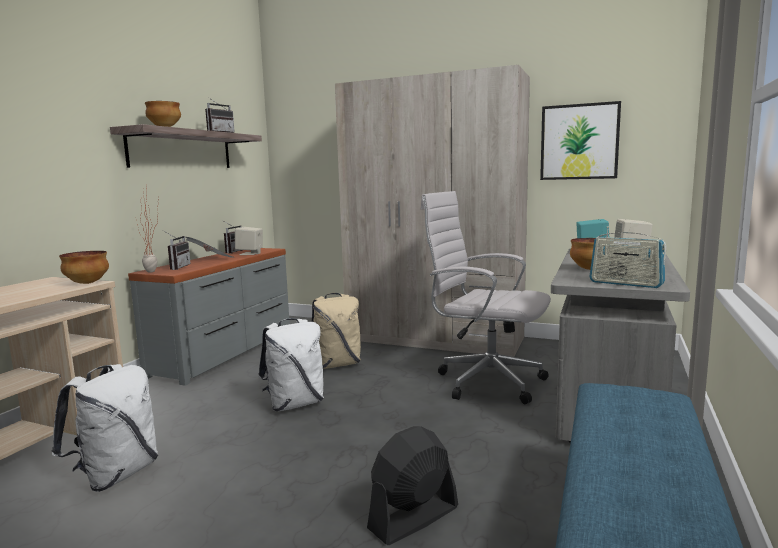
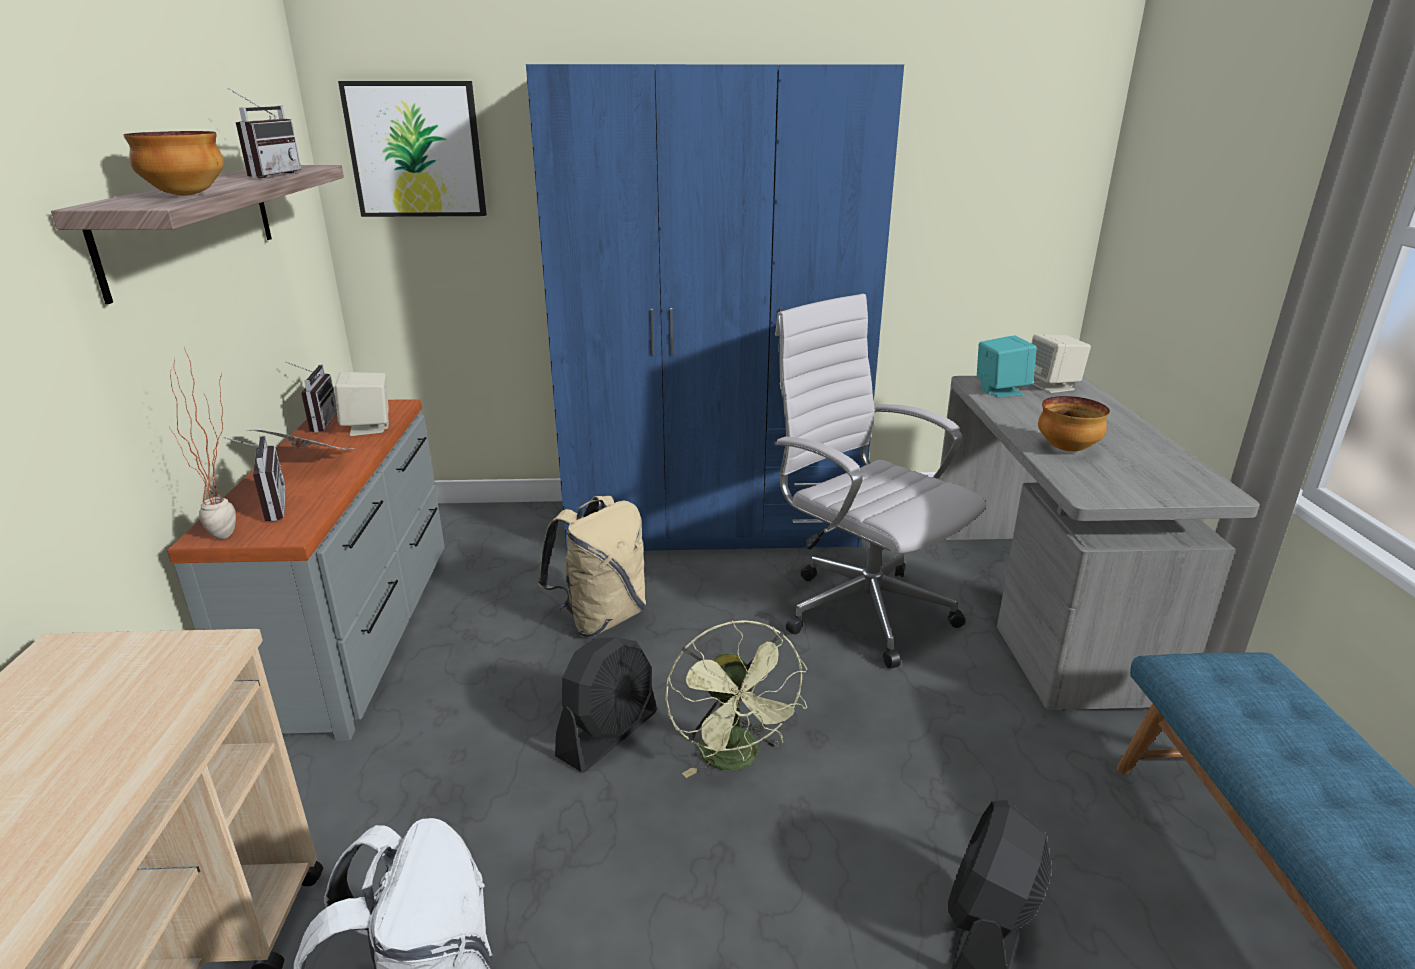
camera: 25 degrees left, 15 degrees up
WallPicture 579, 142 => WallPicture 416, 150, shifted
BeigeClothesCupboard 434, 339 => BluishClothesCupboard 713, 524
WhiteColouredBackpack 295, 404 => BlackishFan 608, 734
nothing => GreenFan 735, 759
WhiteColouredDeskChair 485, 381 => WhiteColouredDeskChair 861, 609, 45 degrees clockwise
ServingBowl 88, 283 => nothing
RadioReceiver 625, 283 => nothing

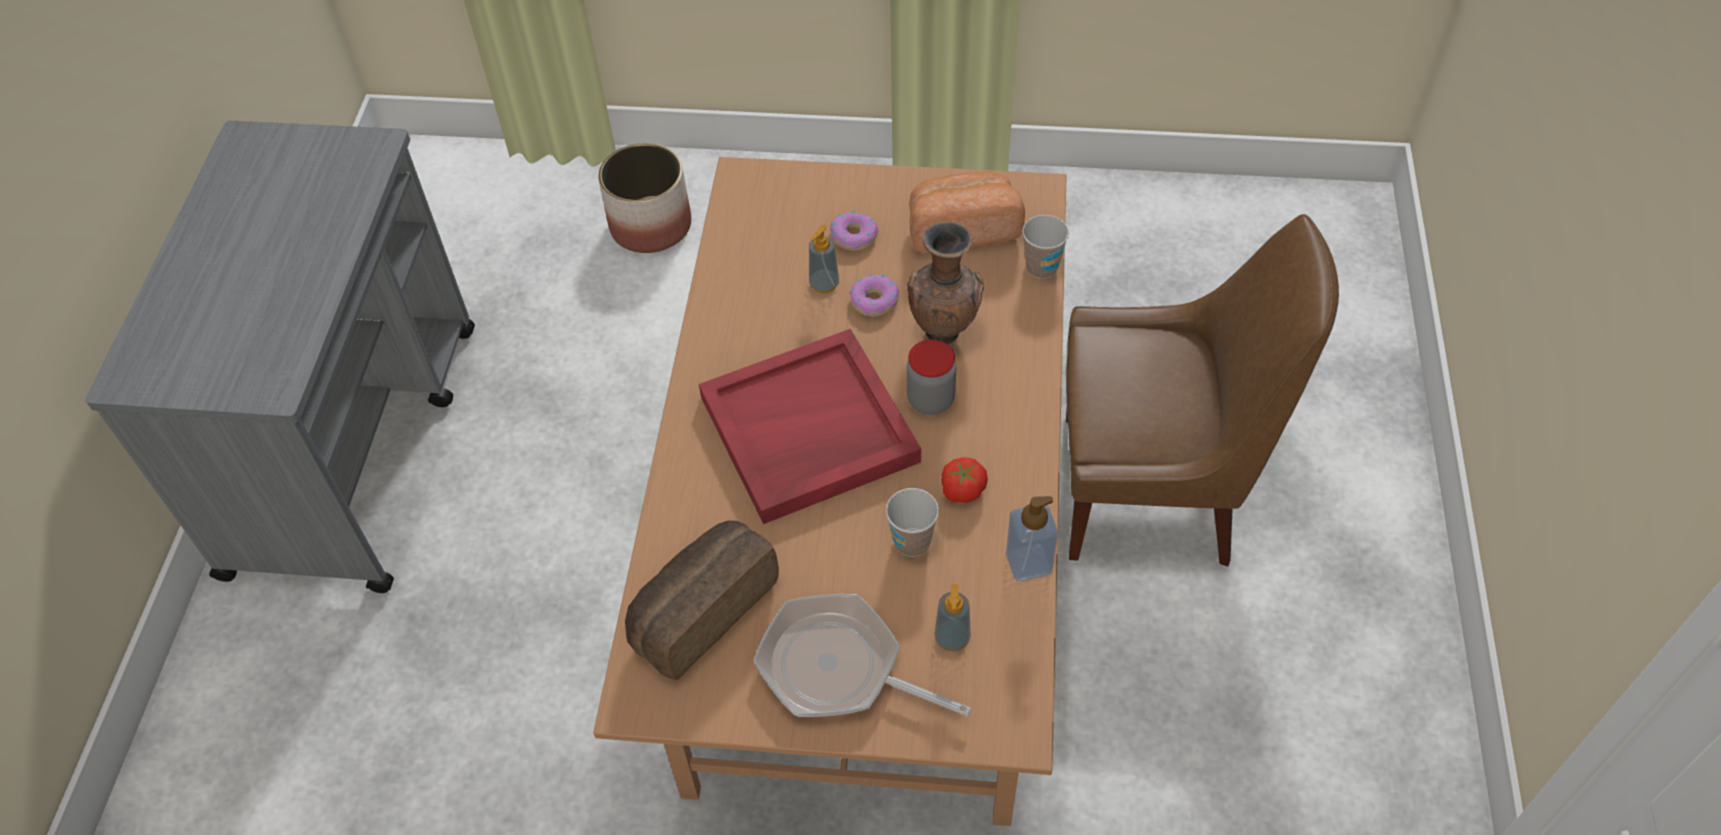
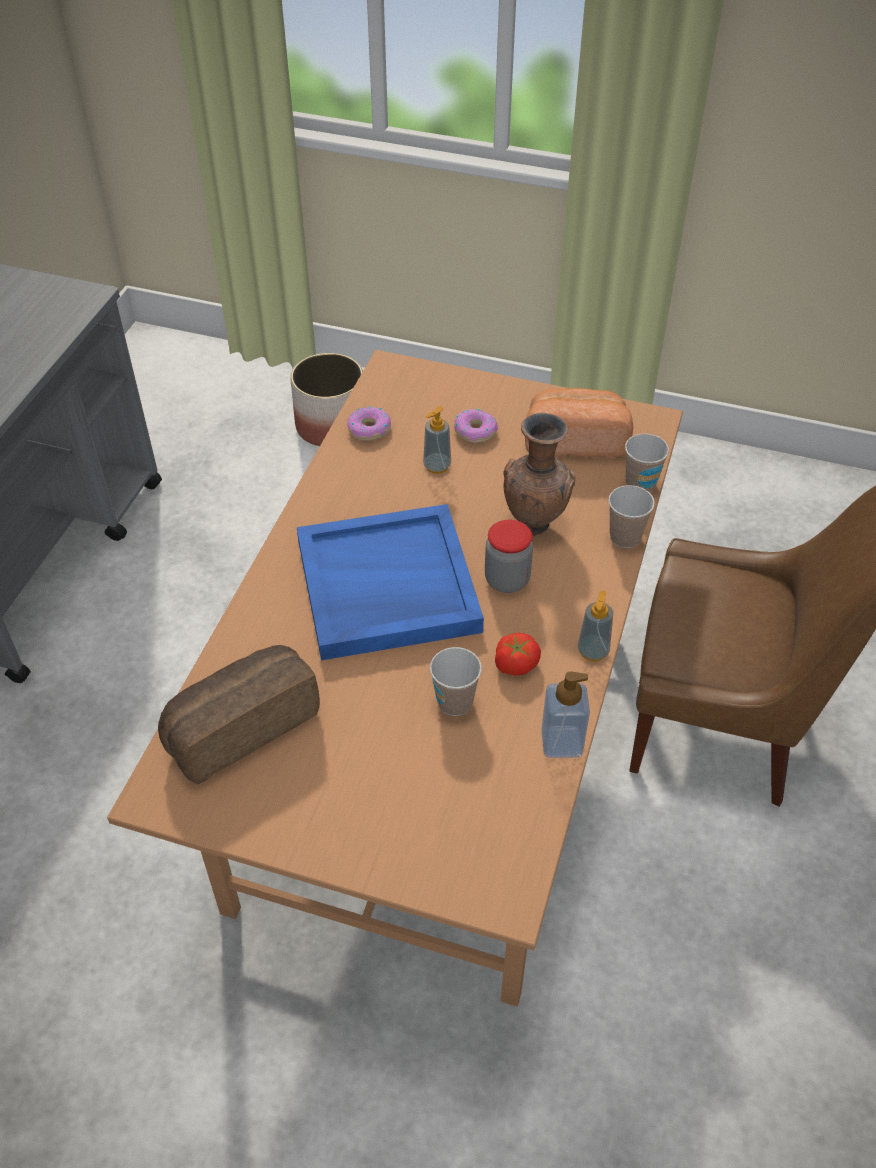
camera: 10 degrees right, 5 degrees down
RedColouredServingTray 808, 431 => BluishServingTray 386, 587
Donut 874, 301 => Donut 369, 429, shifted
SoapDispenser 952, 638 => SoapDispenser 593, 651, shifted
nothing => Cup 625, 537
Pan 839, 669 => nothing

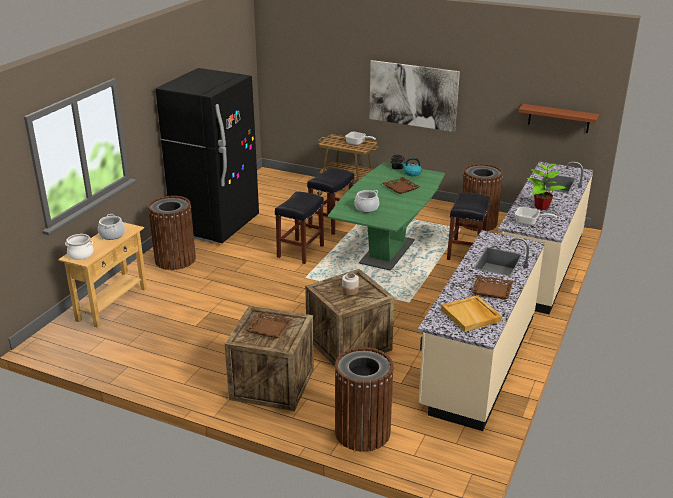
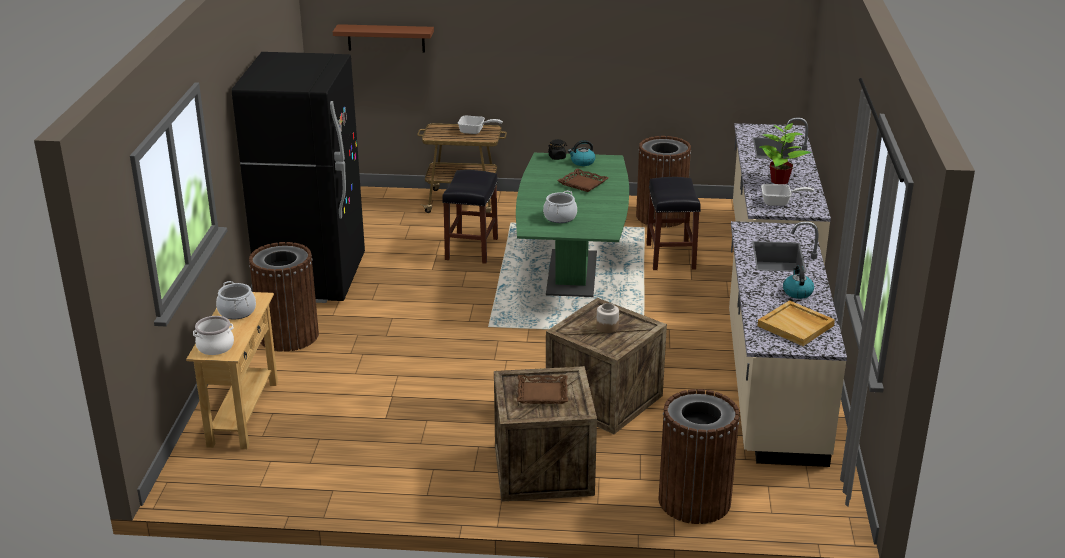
camera: 20 degrees left, 0 degrees up
BrownishBracketShelf 558, 118 => BrownishBracketShelf 386, 38, shifted
BrownishServingTray 492, 290 => WaterKettle 797, 292
BlackishStool 300, 251 => nothing
WallPicture 413, 95 => nothing

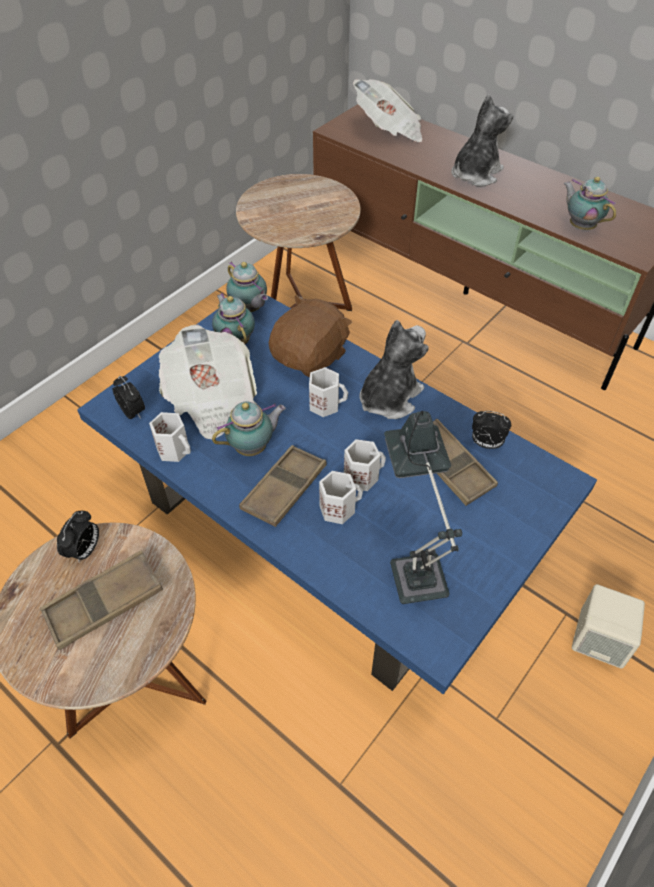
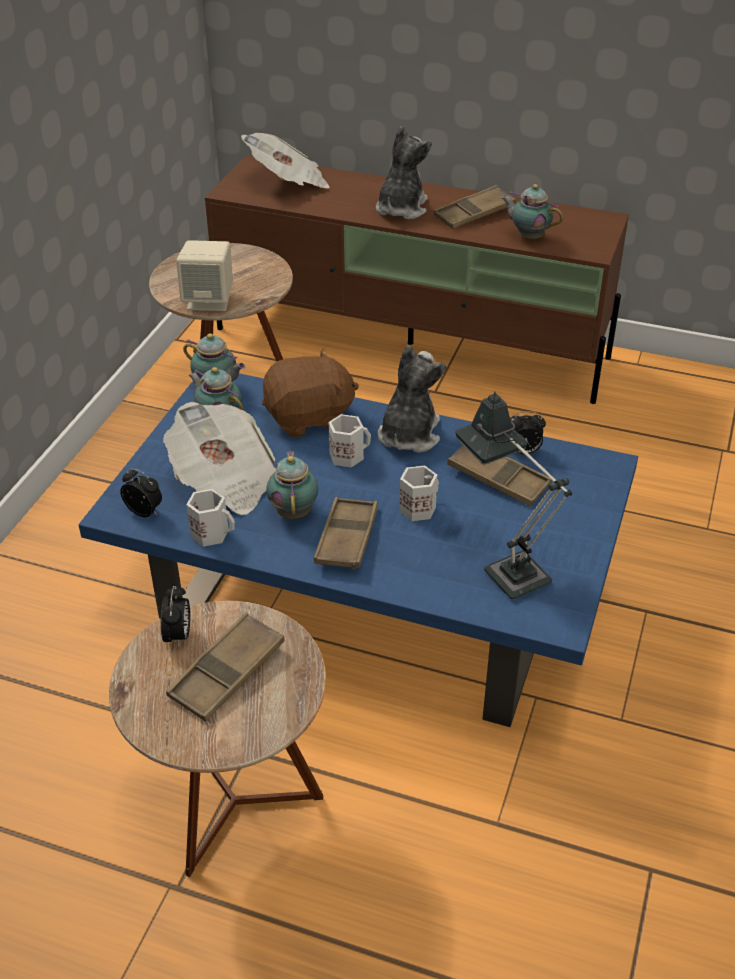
camera: 20 degrees left, 10 degrees down
BeigeLoudspeaker 597, 641 => BeigeLoudspeaker 209, 301, shifted
BrownishPlushToy 311, 358 => BrownishPlushToy 309, 418, 60 degrees clockwise
TeaPot 253, 447 => TeaPot 294, 511, 45 degrees counterclockwise
nothing => BrownishServingTray 474, 213
WhiteColouredMug 338, 508 => nothing

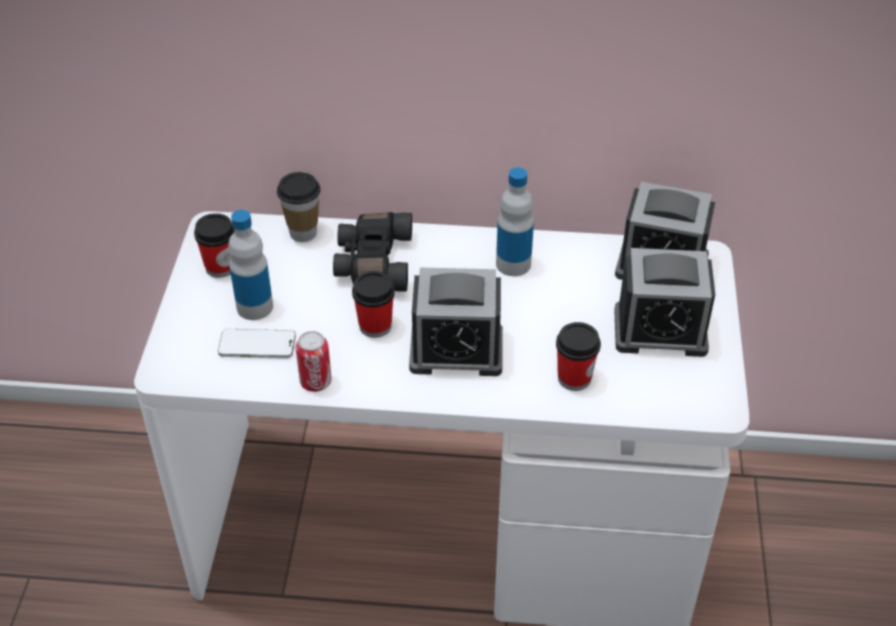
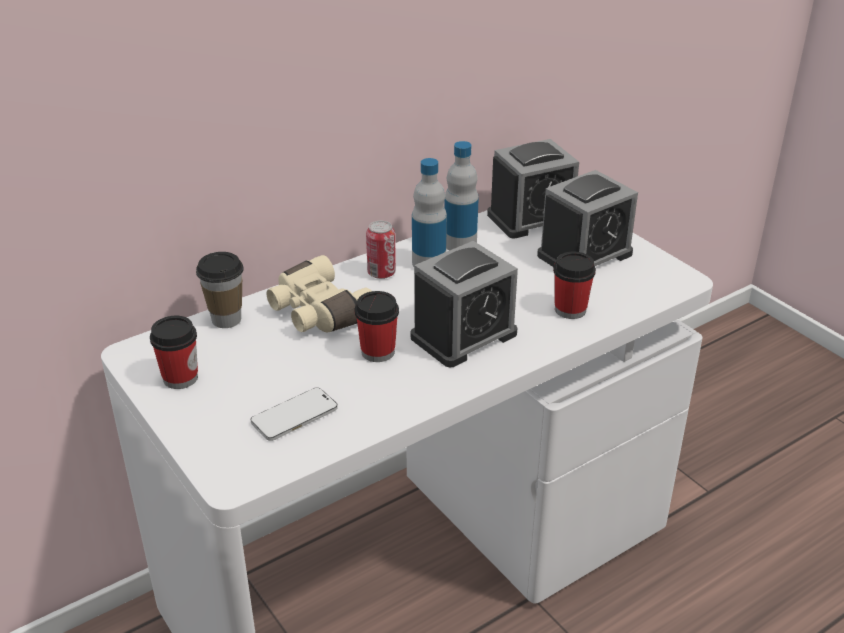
camera: 40 degrees left, 10 degrees down
BlackishFieldGlasses 372, 263 => BeigeFieldGlasses 317, 312
SealedCan 316, 382 => SealedCan 381, 273, shifted
BeverageBottle 255, 307 => BeverageBottle 460, 244, shifted

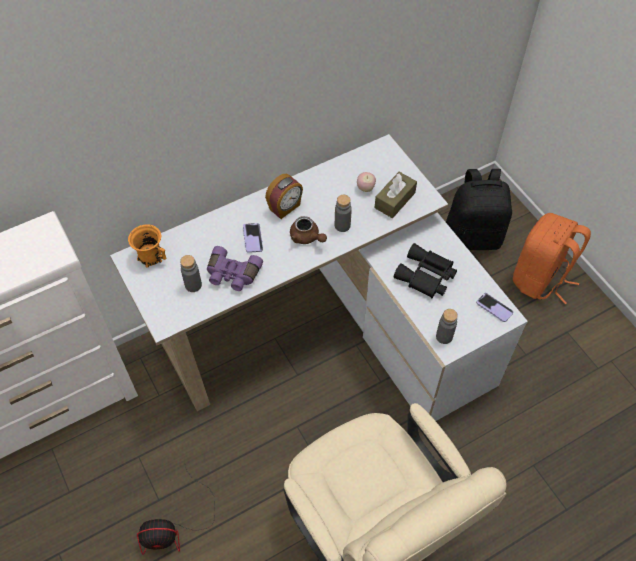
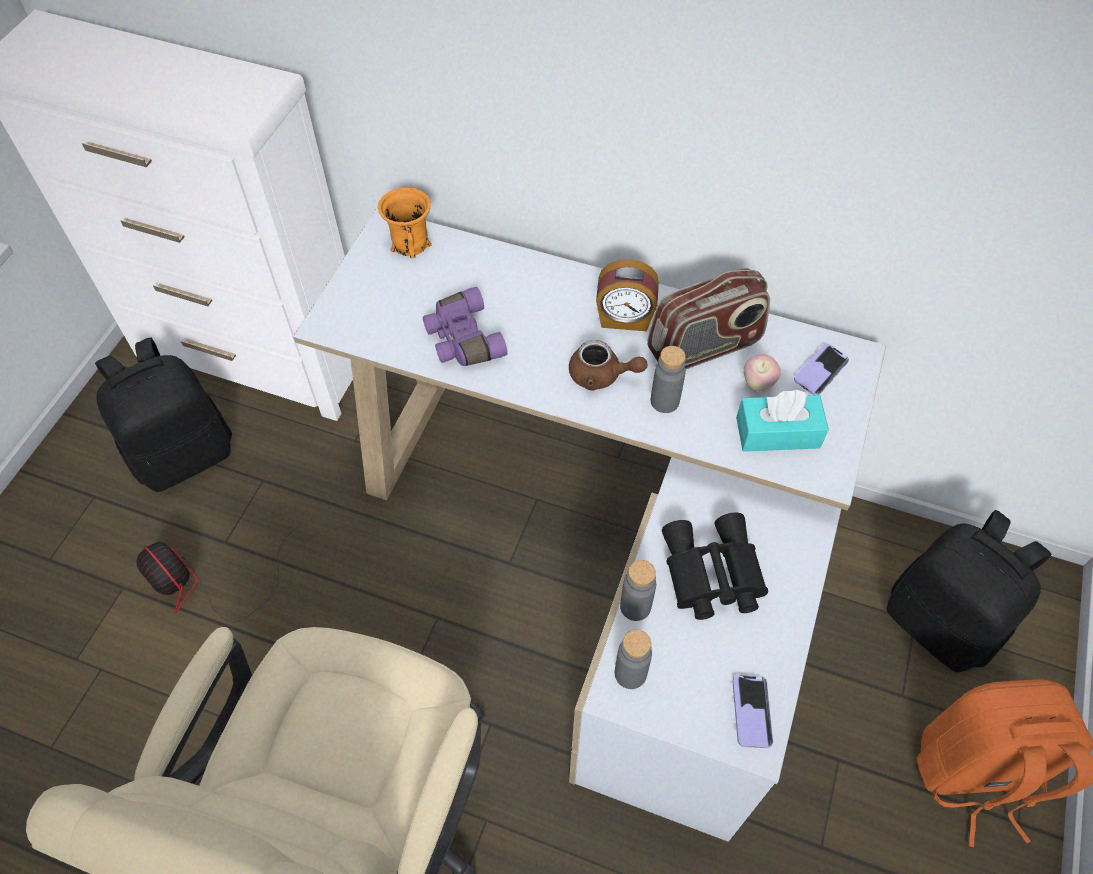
camera: 50 degrees right, 0 degrees up
nothing => BlackishBackpack 184, 454
BrownishTeaPot 307, 238 => BrownishTeaPot 601, 376, 75 degrees counterclockwise
GrayBeverageBottle 193, 285 => GrayBeverageBottle 635, 606, shifted
nothing => RadioReceiver 704, 347
BrownishBoxOfTissues 395, 200 => TurquoiseBoxOfTissues 777, 432
Handset 253, 238 => Handset 820, 371, shifted

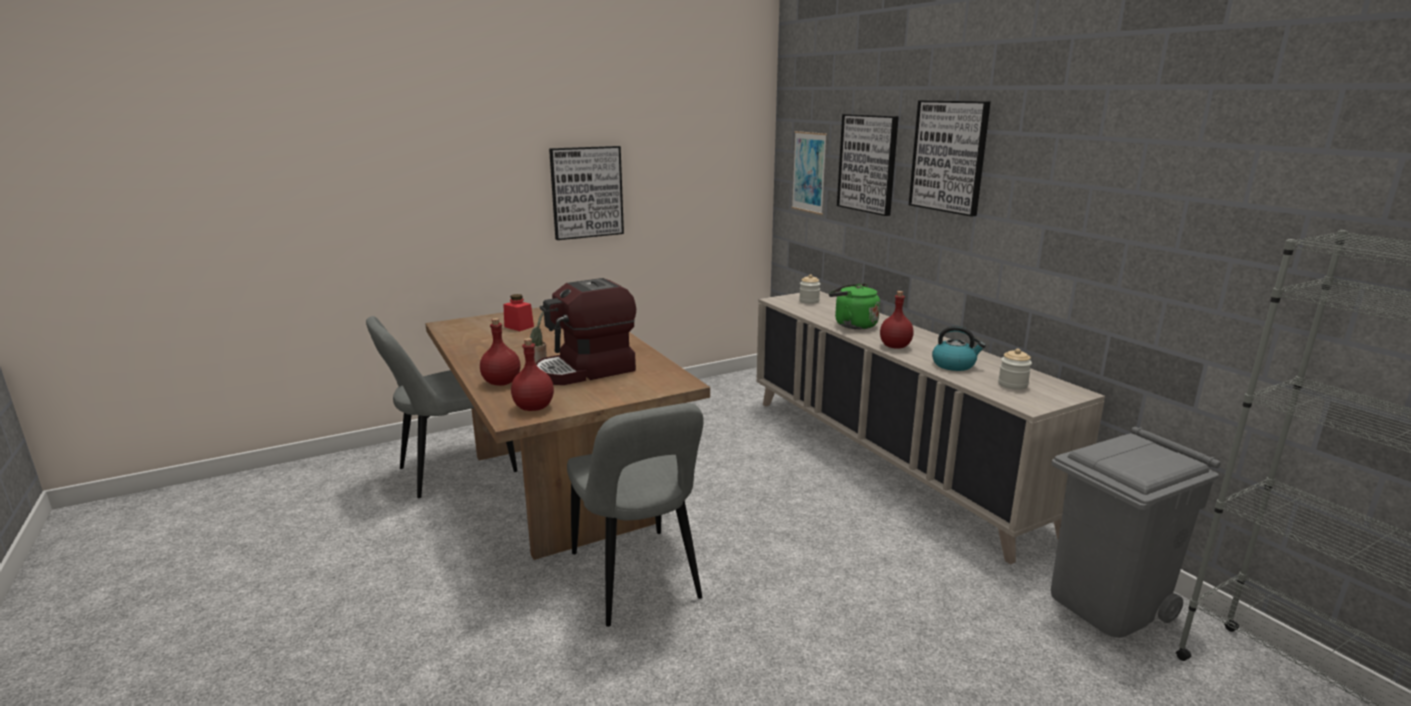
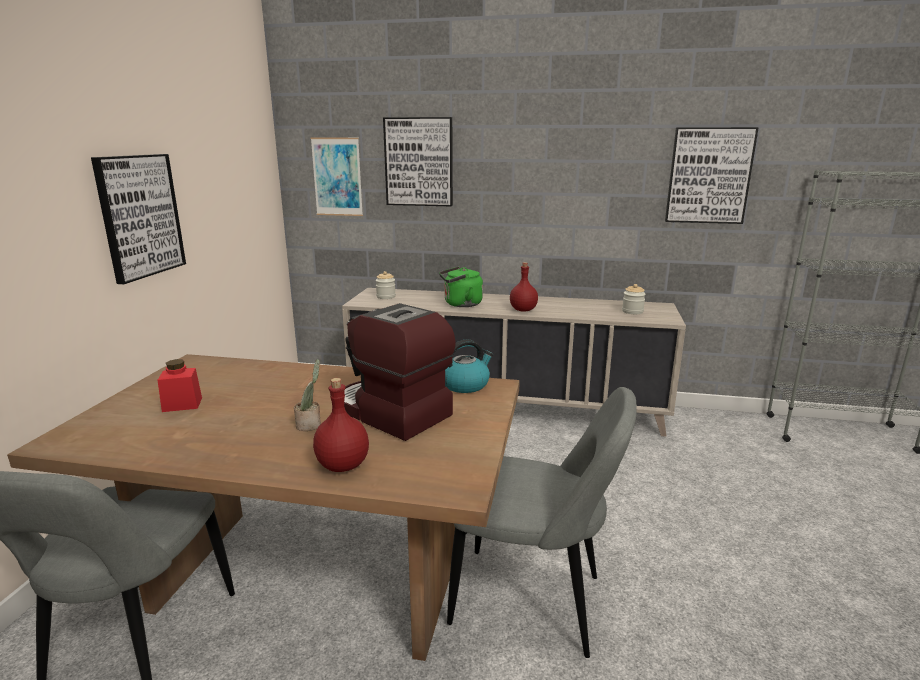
camera: 50 degrees left, 0 degrees up
CoffeeBrewer 586, 370 => CoffeeBrewer 391, 413, 120 degrees clockwise
WaterKettle 954, 365 => WaterKettle 465, 384, shifted
WallPicture 949, 156 => WallPicture 709, 176, shifted
RedColouredBeverageBottle 533, 407 => nothing
GrayTrashCan 1106, 604 => nothing

